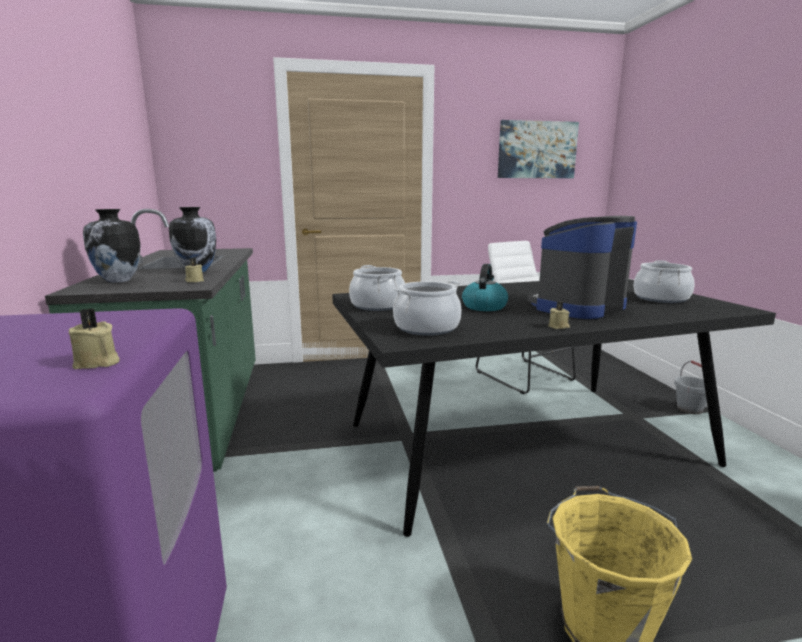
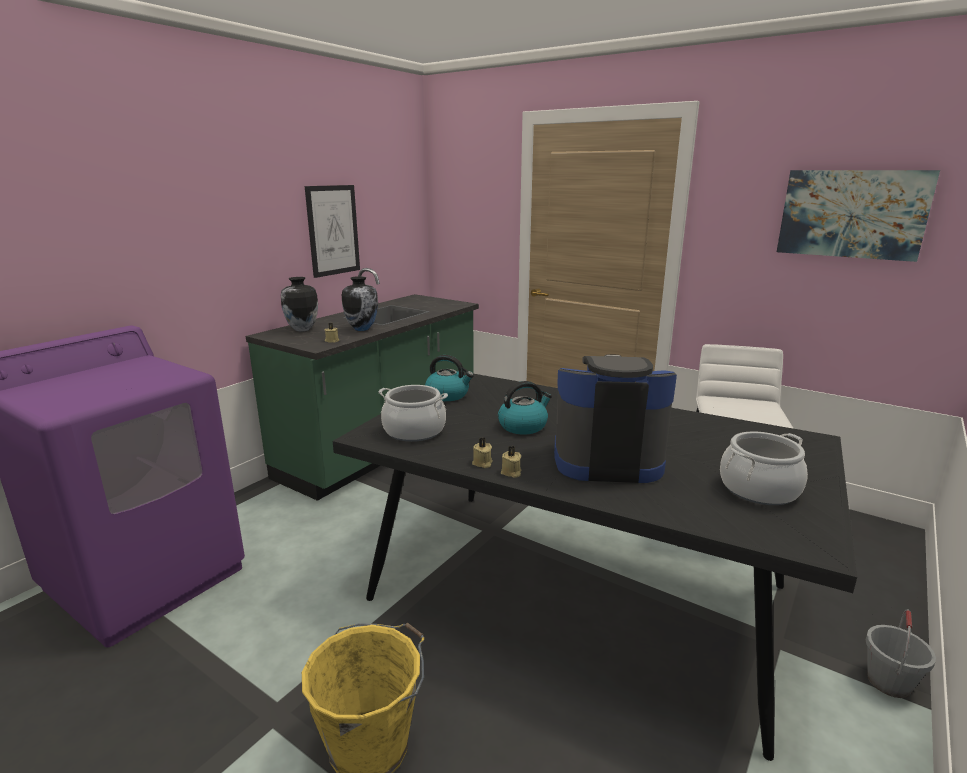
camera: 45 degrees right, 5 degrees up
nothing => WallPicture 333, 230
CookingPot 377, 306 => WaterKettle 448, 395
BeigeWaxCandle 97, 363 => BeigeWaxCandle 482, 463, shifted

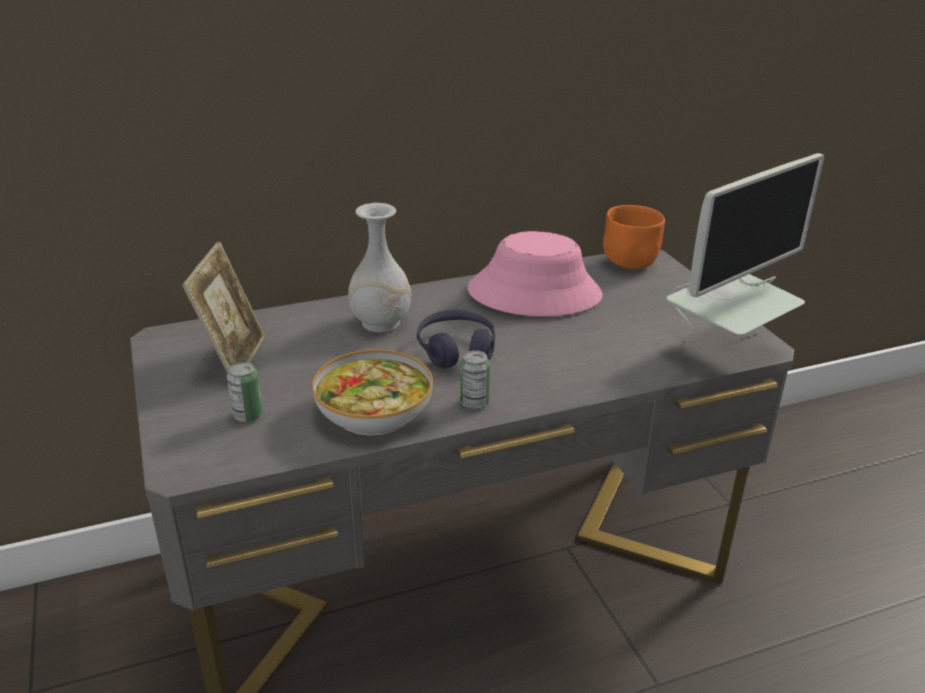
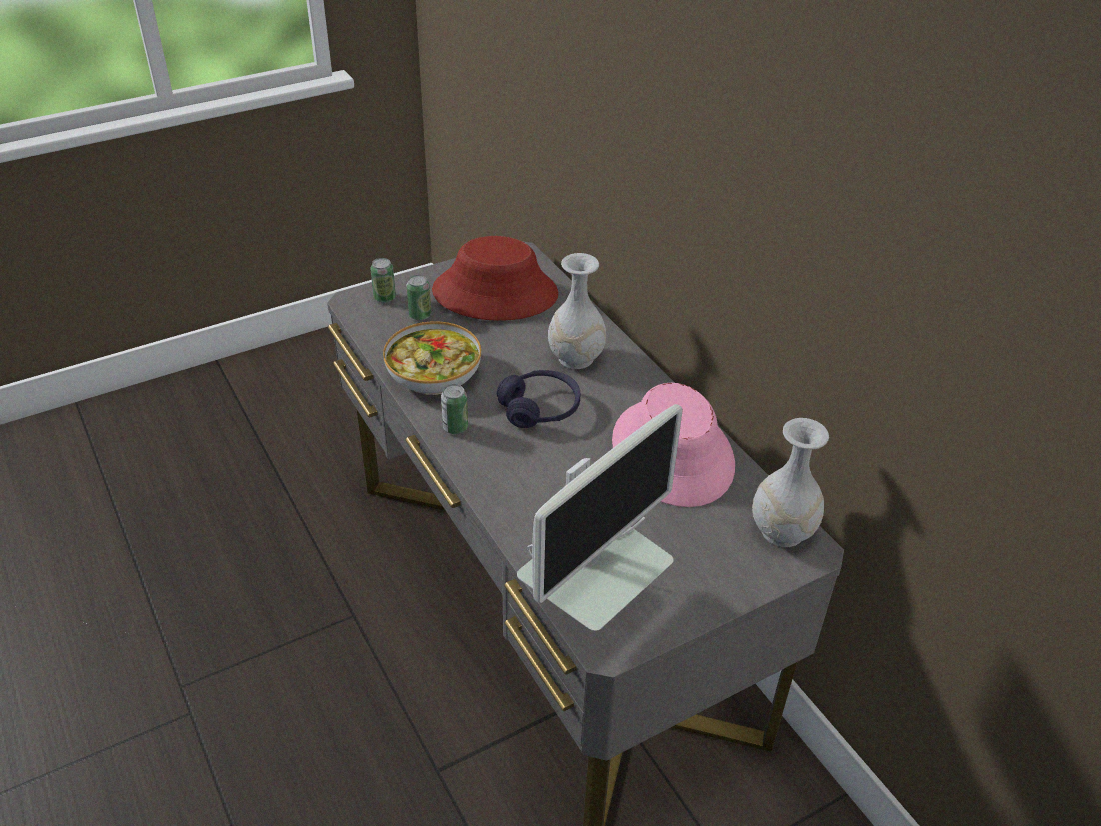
camera: 80 degrees right, 10 degrees up
nothing => SealedCan 384, 298
PhotoFrame 234, 359 => RedColouredWearableHat 495, 293
Monitor 723, 350 => Monitor 590, 607, 90 degrees counterclockwise
OrangeyServingBowl 629, 264 => WhiteColouredDecorativeVase 781, 531

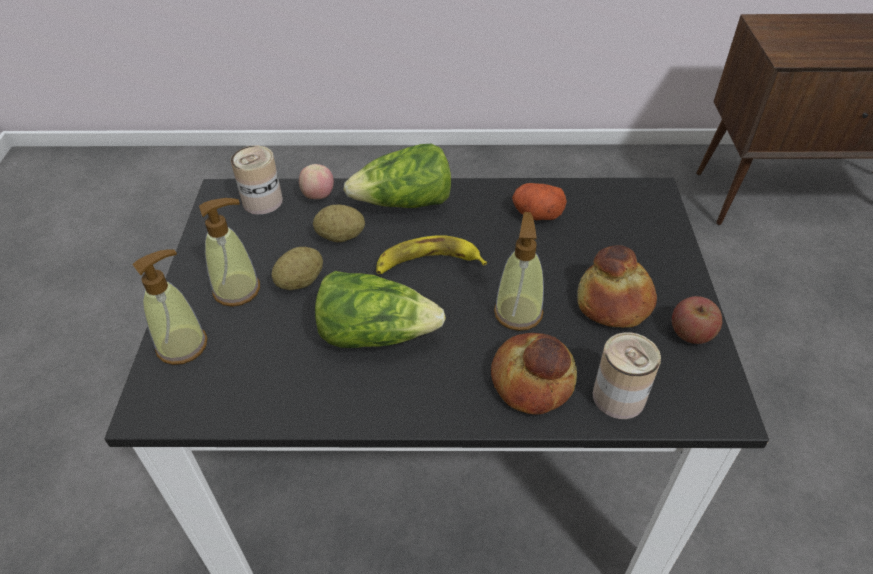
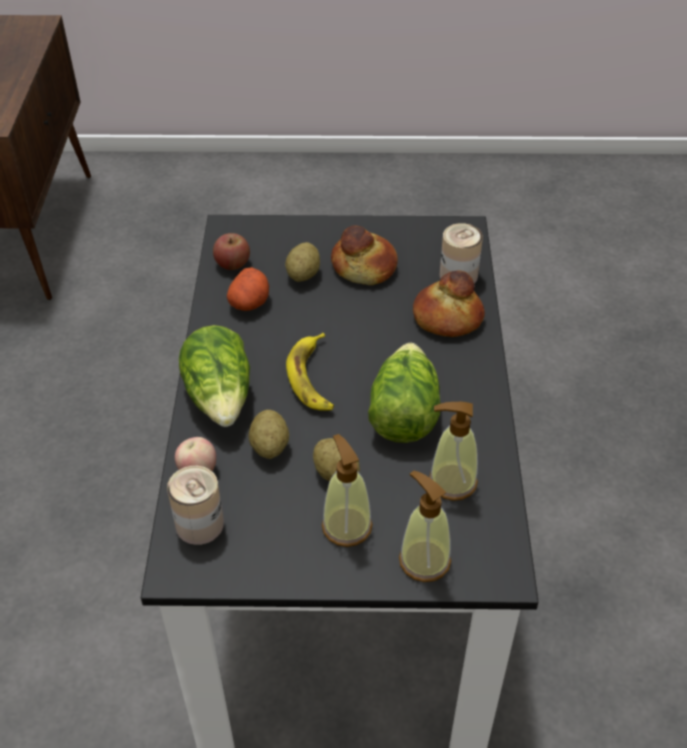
camera: 90 degrees left, 0 degrees up
Apple 691, 333 => Apple 232, 263, shifted
nothing => WholePotato 303, 274
SoapDispenser 518, 312 => SoapDispenser 452, 482, shifted

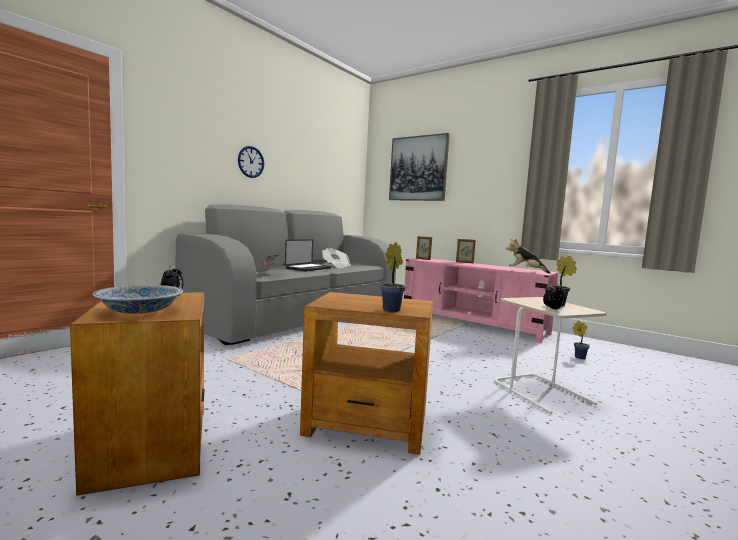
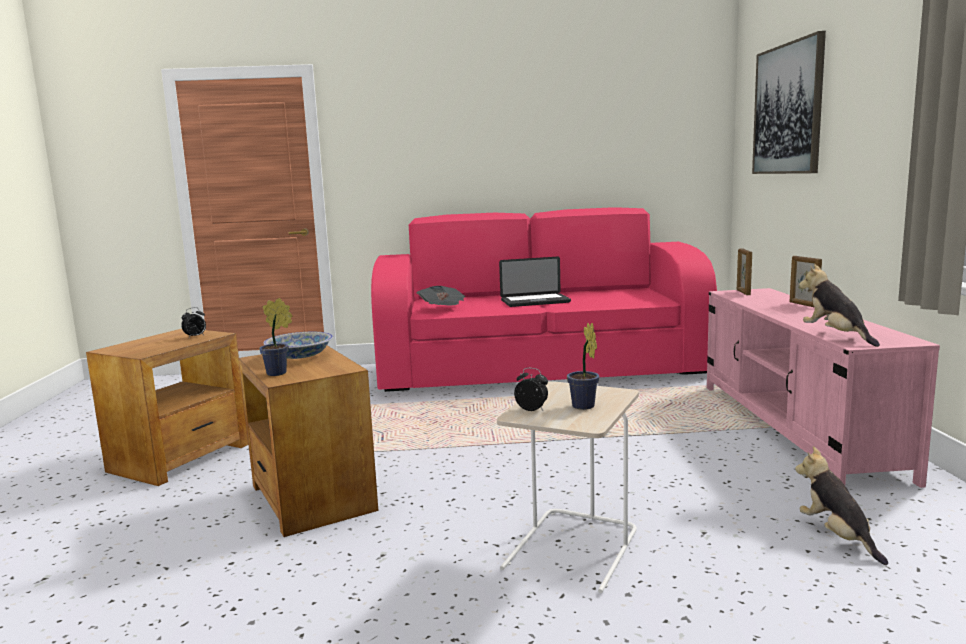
camera: 50 degrees right, 5 degrees up
ServingBowl 140, 312 => ServingBowl 300, 356, shifted
GrayCouch 301, 316 => PinkCouch 540, 370
PlantInAPot 578, 357 => PlushToy 837, 536
WallClock 251, 162 => nothing
PrintedPaper 336, 266 => nothing

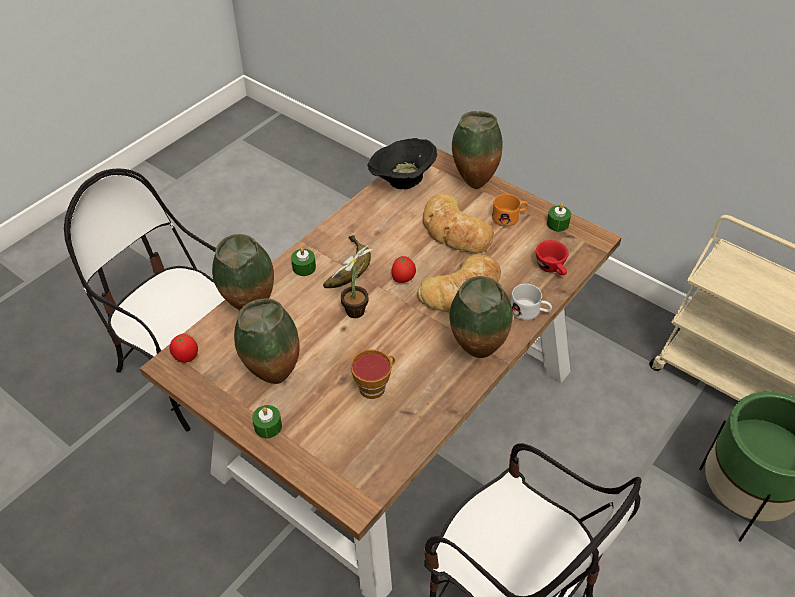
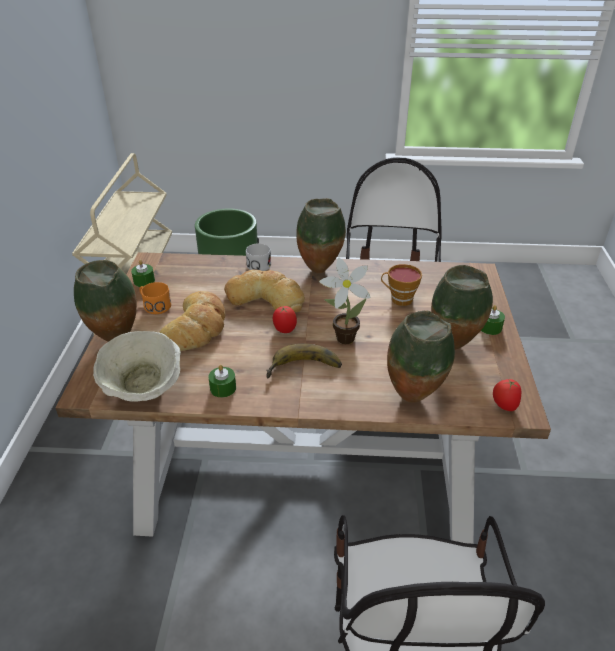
camera: 125 degrees left, 10 degrees down
BlackishServingBowl 402, 181 => BeigeServingBowl 144, 390
GreenWaxCandle 304, 267 => GreenWaxCandle 223, 388, shifted
RedColouredCup 552, 268 => nothing

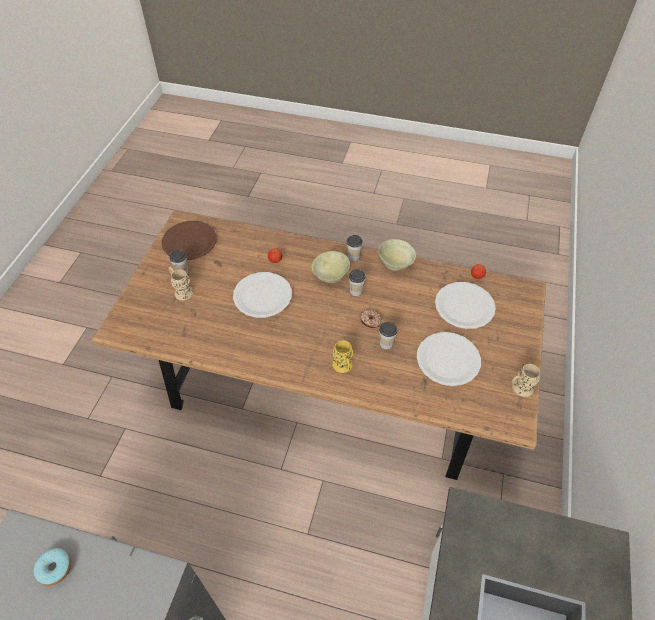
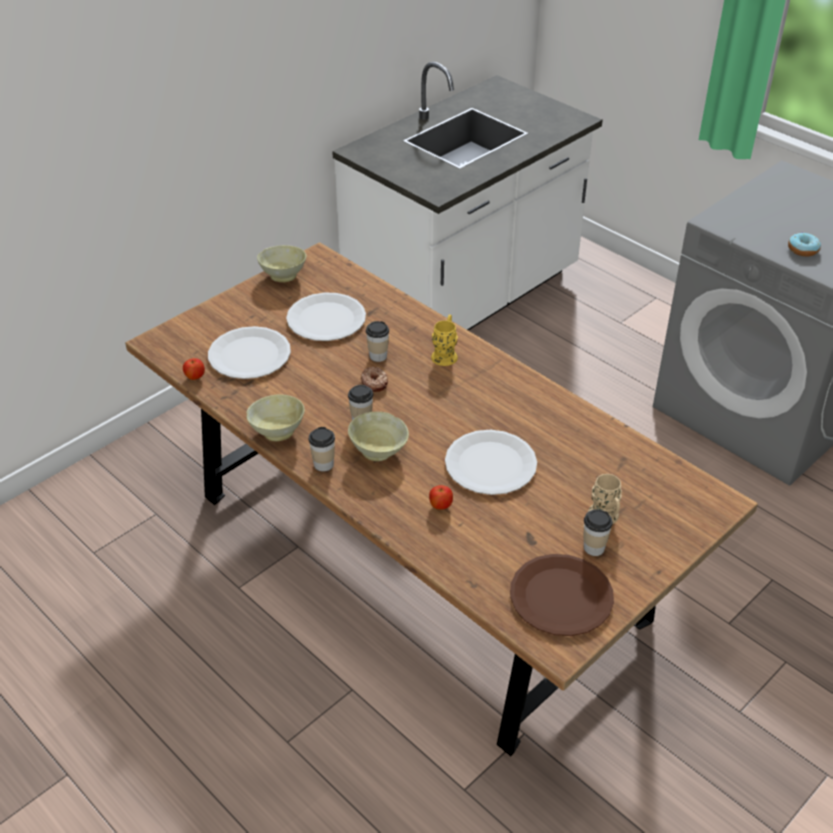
camera: 150 degrees left, 10 degrees down
BeigeMug 519, 388 => BeigeServingBowl 284, 275

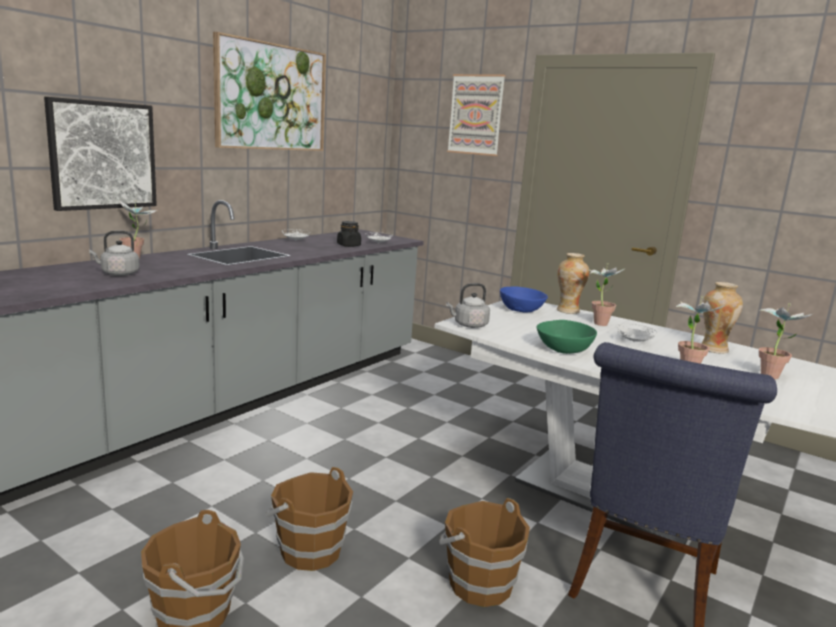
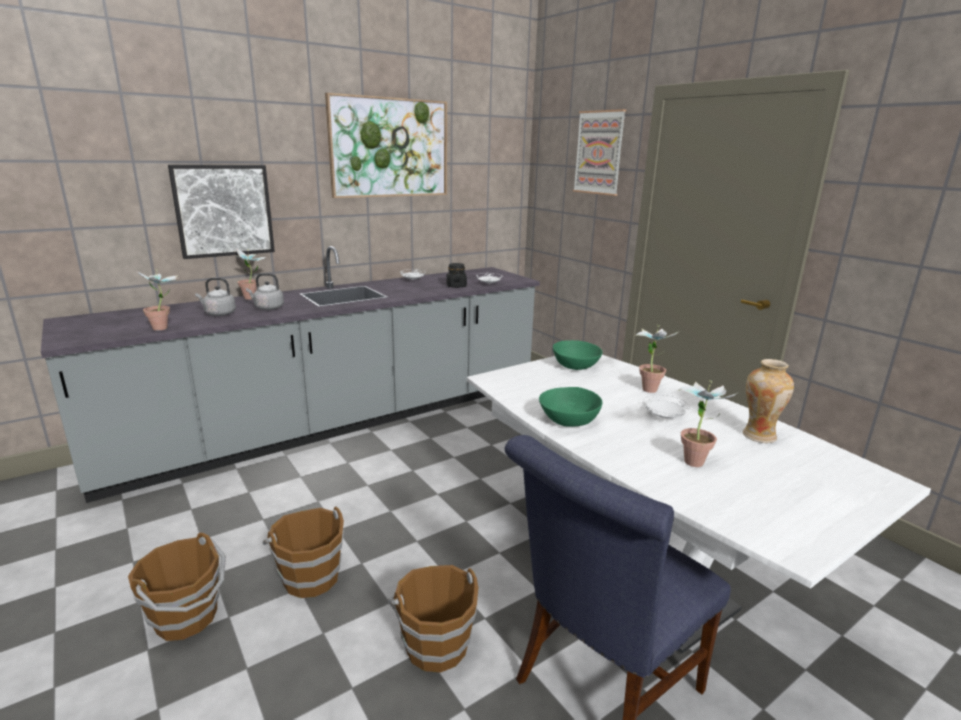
camera: 20 degrees right, 5 degrees up
PlantInAPot 771, 375 => PlantInAPot 166, 328, shifted
GrayWaterKettle 469, 325 => GrayWaterKettle 267, 308, shifted
BluishServingBowl 521, 310 => GreenServingBowl 576, 366
DecorativeVase 568, 311 => nothing

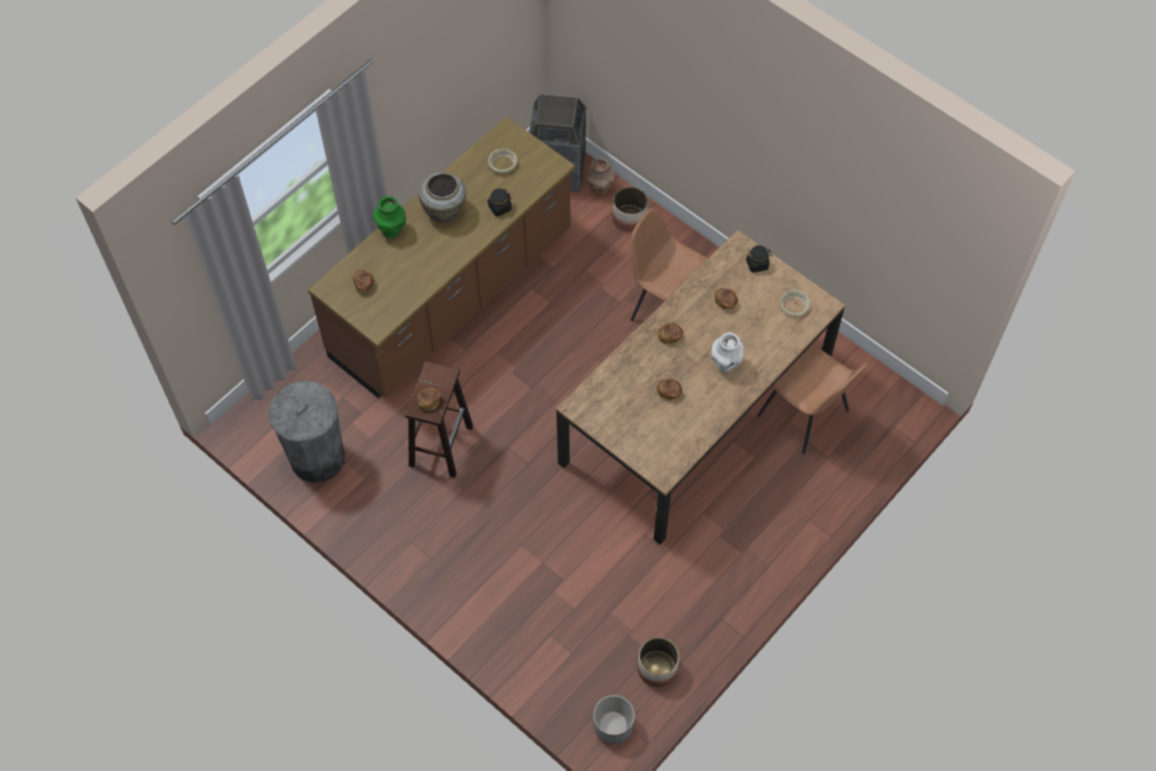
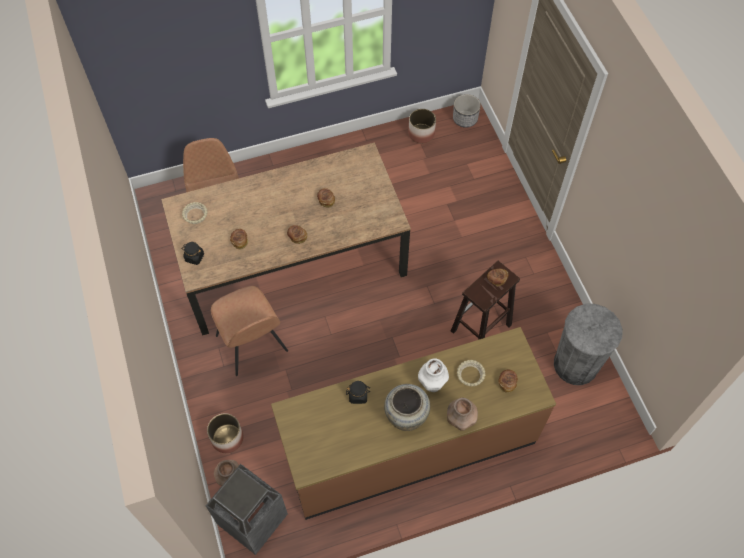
camera: 150 degrees left, 0 degrees up
WhiteColouredDecorativeVase 725, 364 => WhiteColouredDecorativeVase 432, 384, shifted
GreenDecorativeVase 392, 230 => BrownishDecorativeVase 460, 422
BeigeServingBowl 502, 163 => BeigeServingBowl 470, 375, shifted

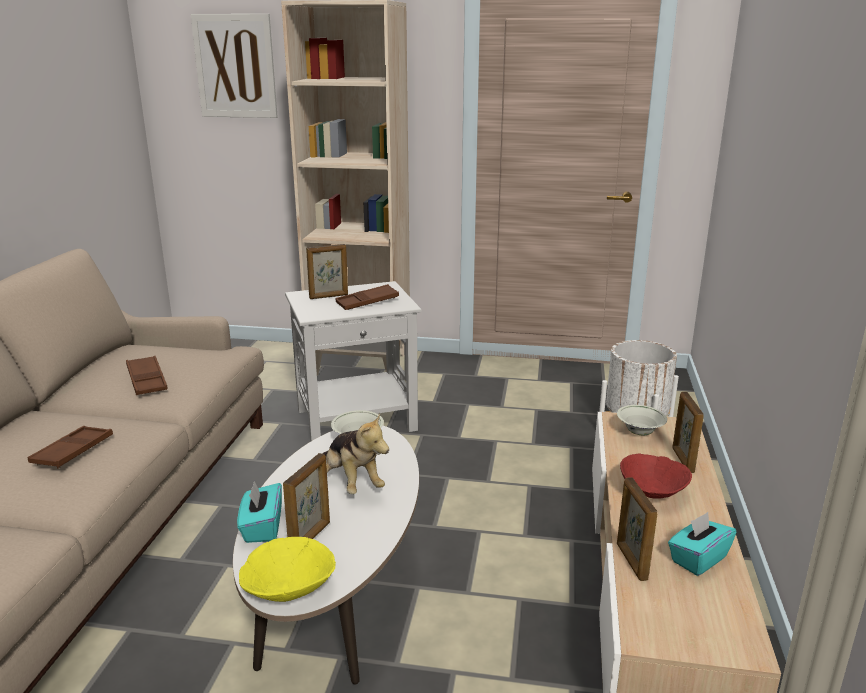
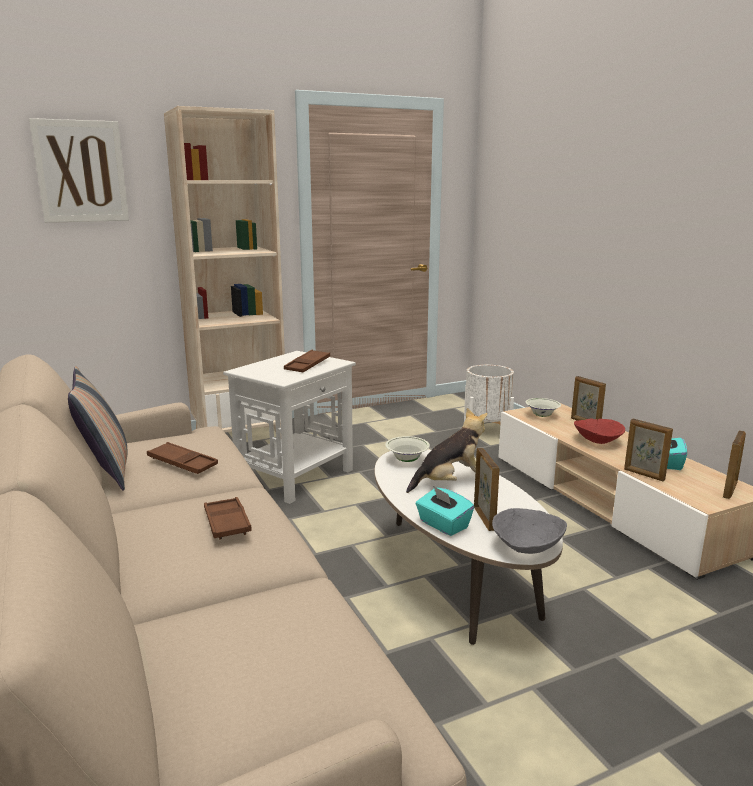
camera: 35 degrees left, 5 degrees down
nothing => Pillow 106, 471
PlushToy 352, 482 => PlushToy 449, 482, 45 degrees counterclockwise
YellowishServingBowl 289, 590 => GrayServingBowl 527, 548
PhotoFrame 329, 296 => PhotoFrame 730, 490, shifted

